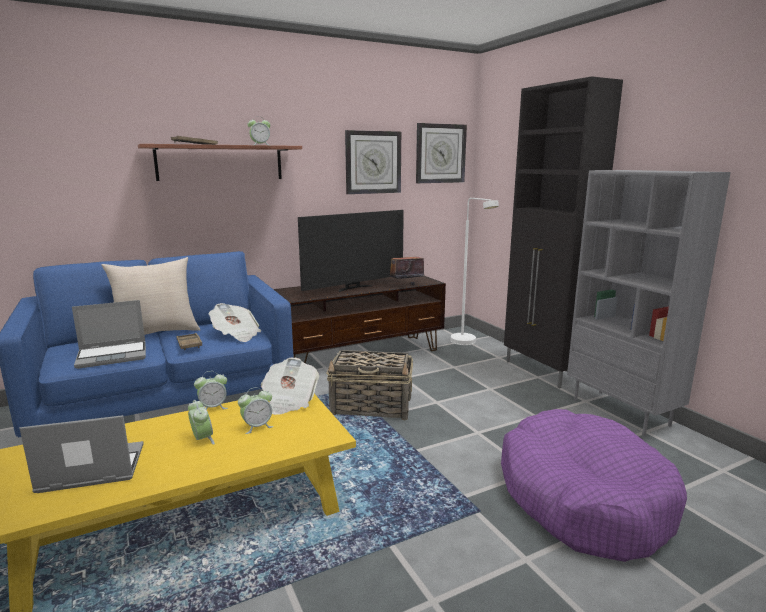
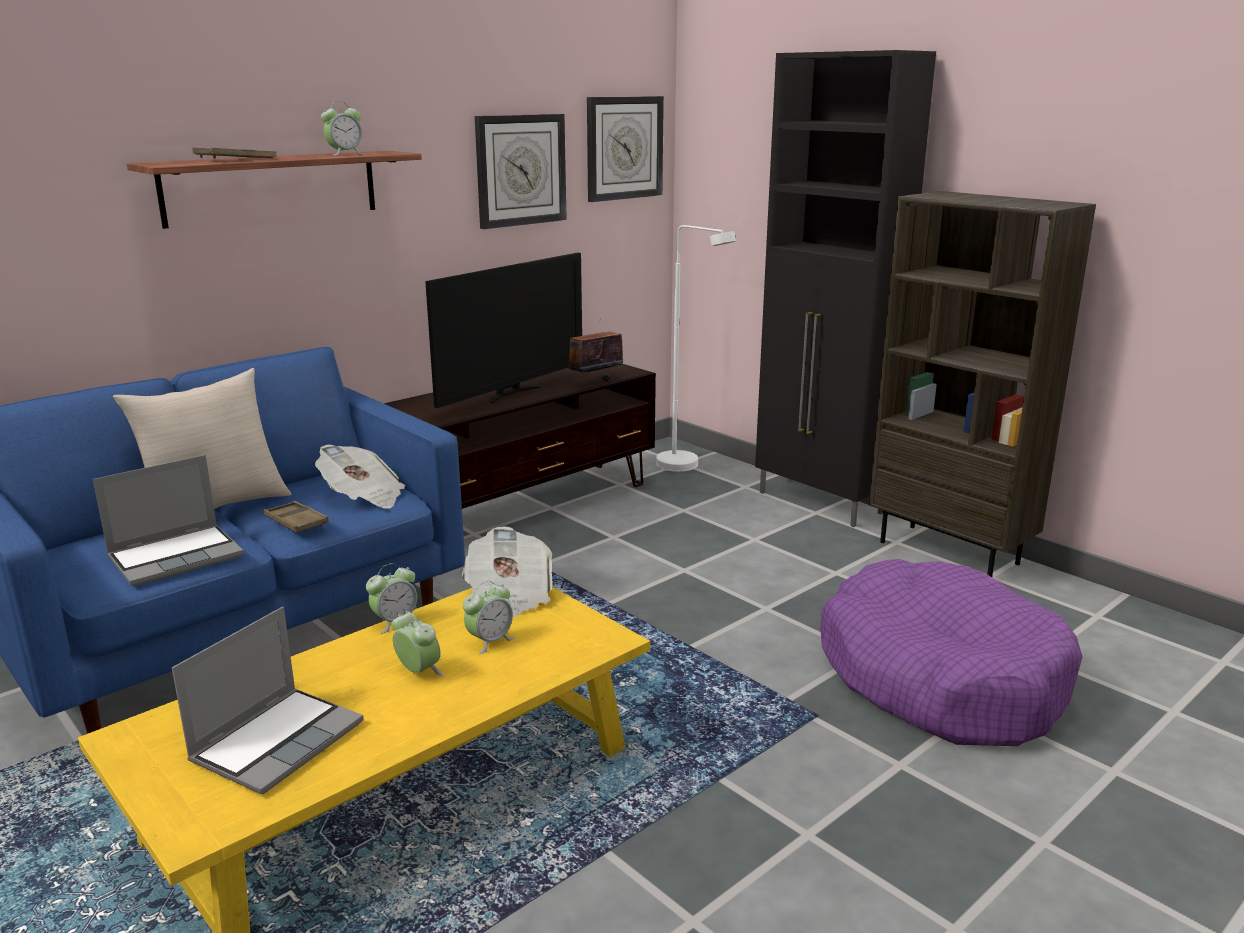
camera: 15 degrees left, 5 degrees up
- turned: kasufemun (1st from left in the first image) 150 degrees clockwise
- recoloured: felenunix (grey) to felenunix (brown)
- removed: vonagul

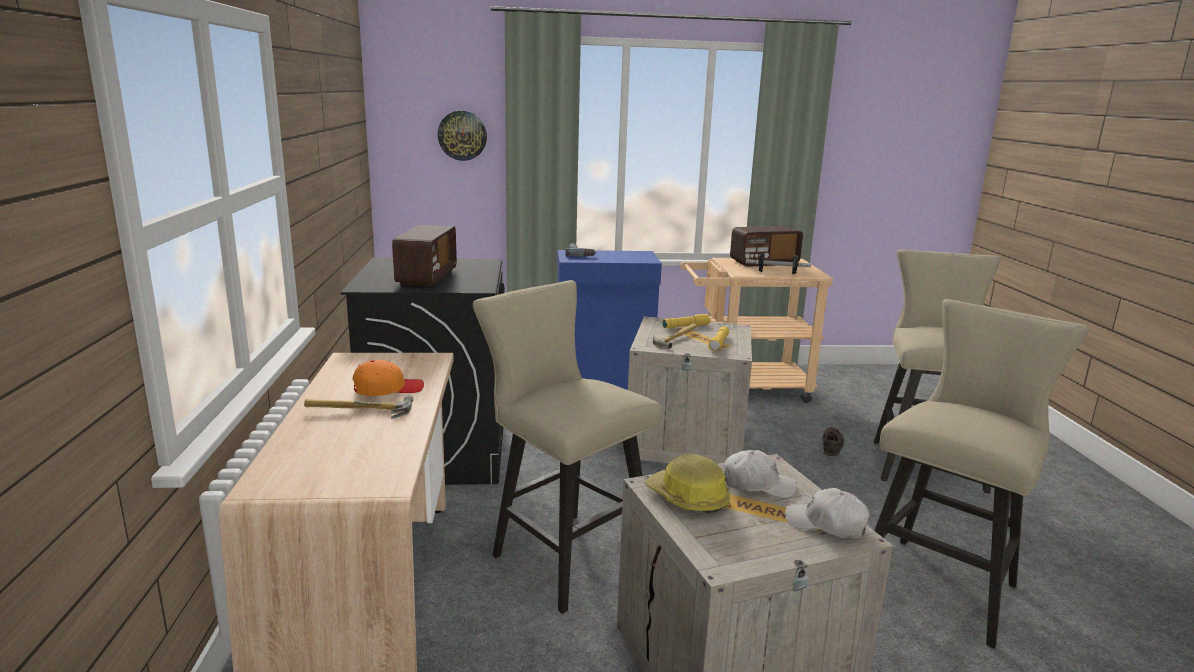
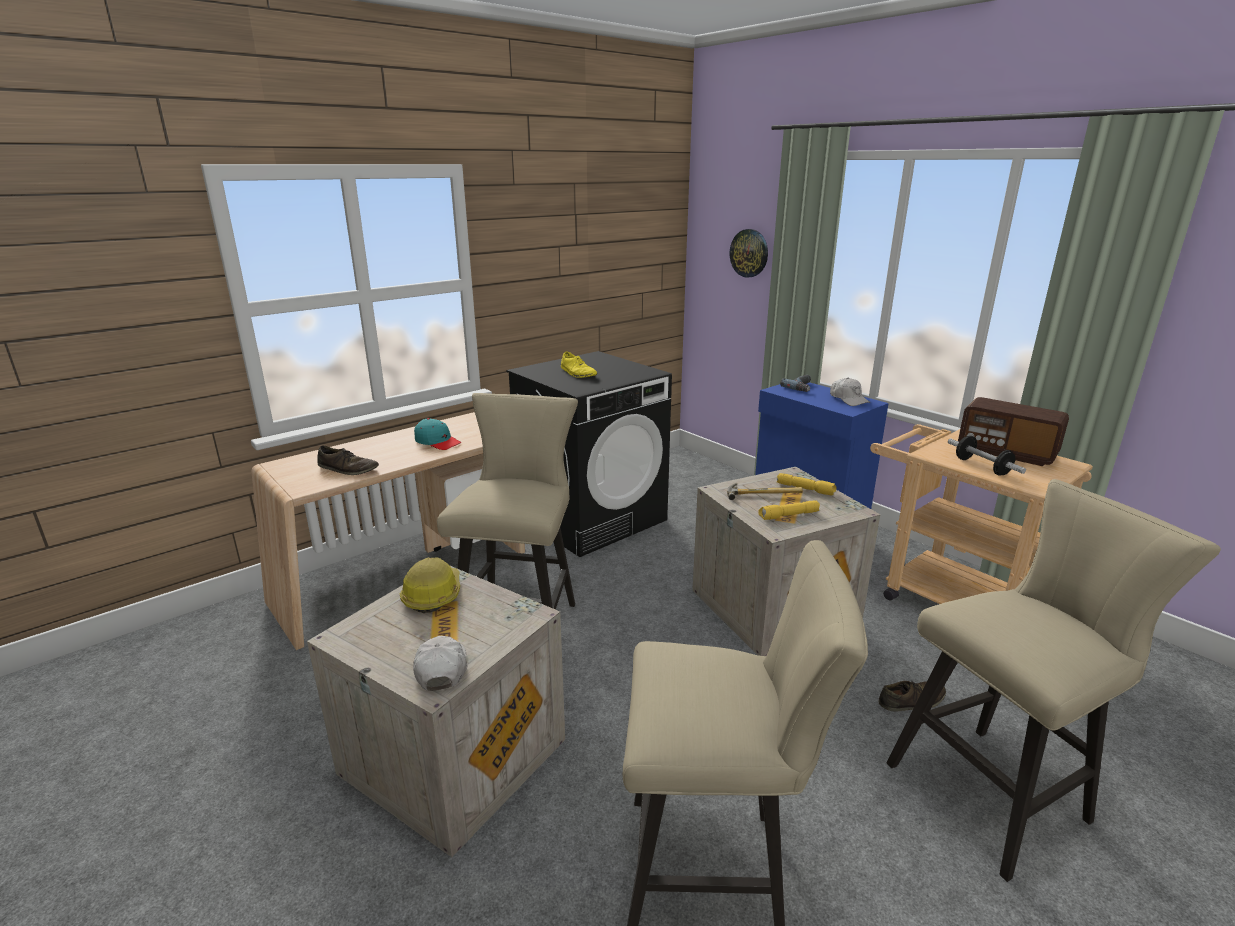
camera: 55 degrees right, 5 degrees up
- added: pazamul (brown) (1st from left)
- recoloured: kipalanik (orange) to kipalanik (turquoise)
- replaced: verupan (1st from left) to pazamul (yellow)
- moved: kipalanik (white) (1st from left in the first image) to kipalanik (white) (2nd from left)
- removed: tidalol (1st from left)

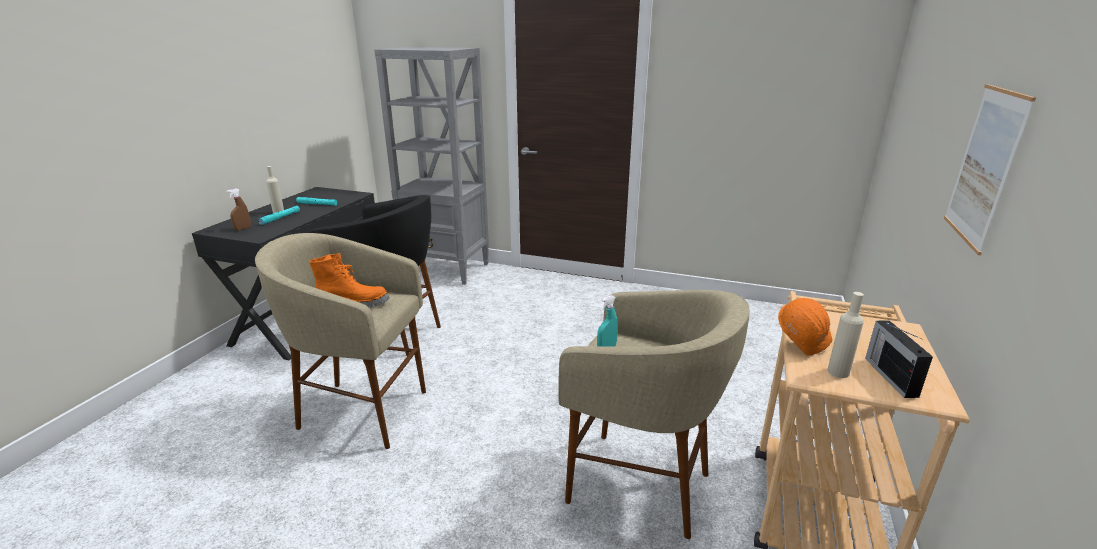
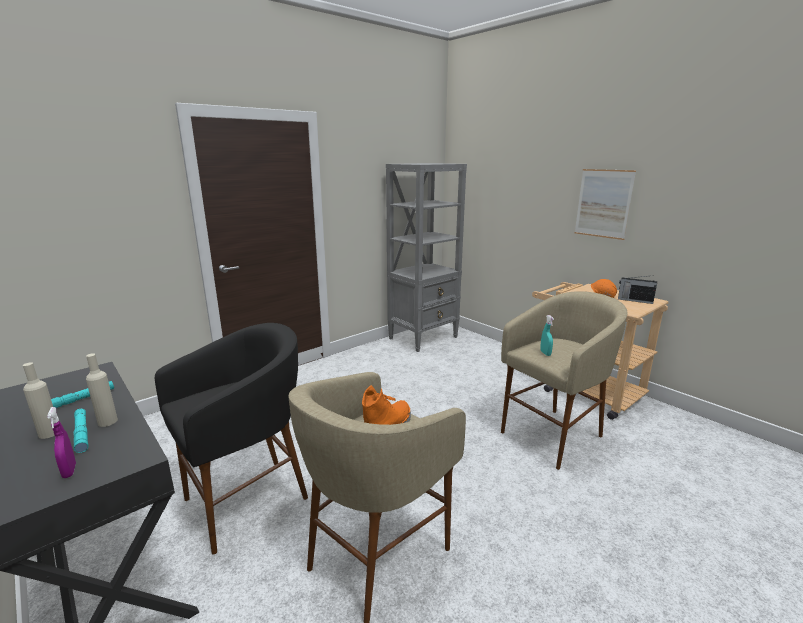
camera: 60 degrees left, 5 degrees down
- recoloured: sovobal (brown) to sovobal (purple)
- moved: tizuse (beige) (2nd from left)
- moved: felenunix (grey)

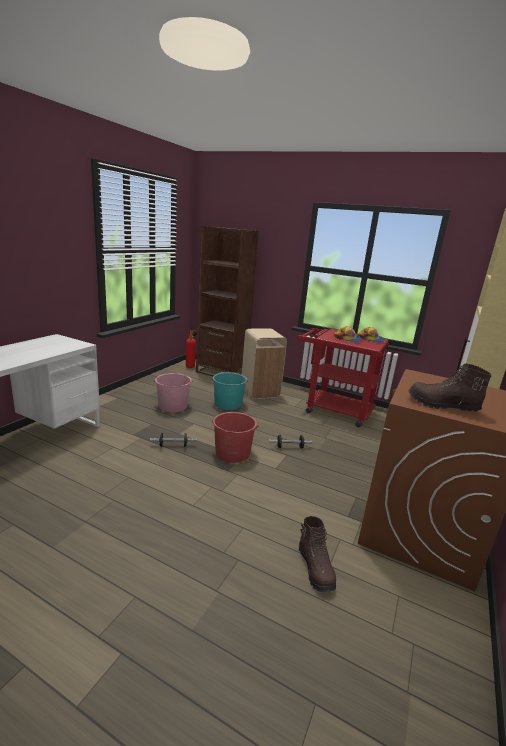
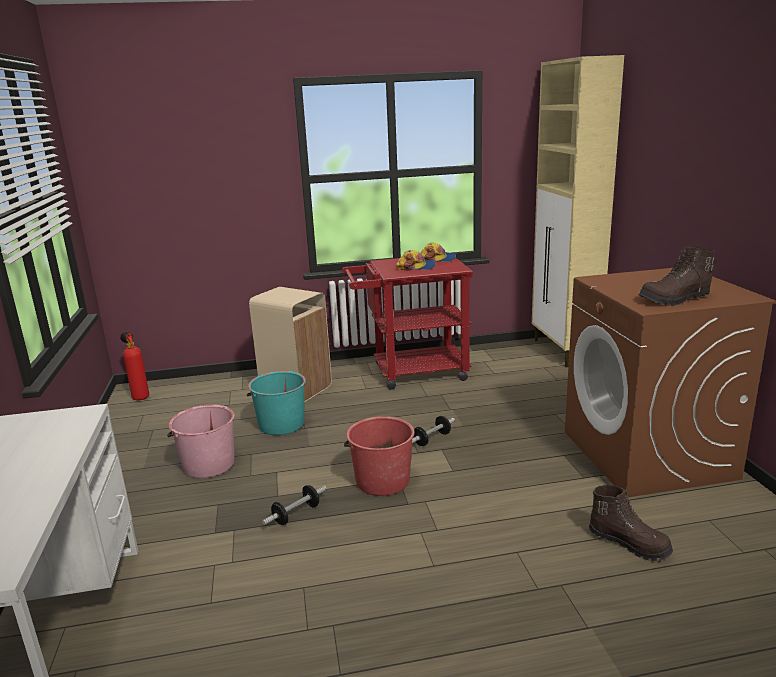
camera: 35 degrees left, 0 degrees up
- removed: felenunix (brown)

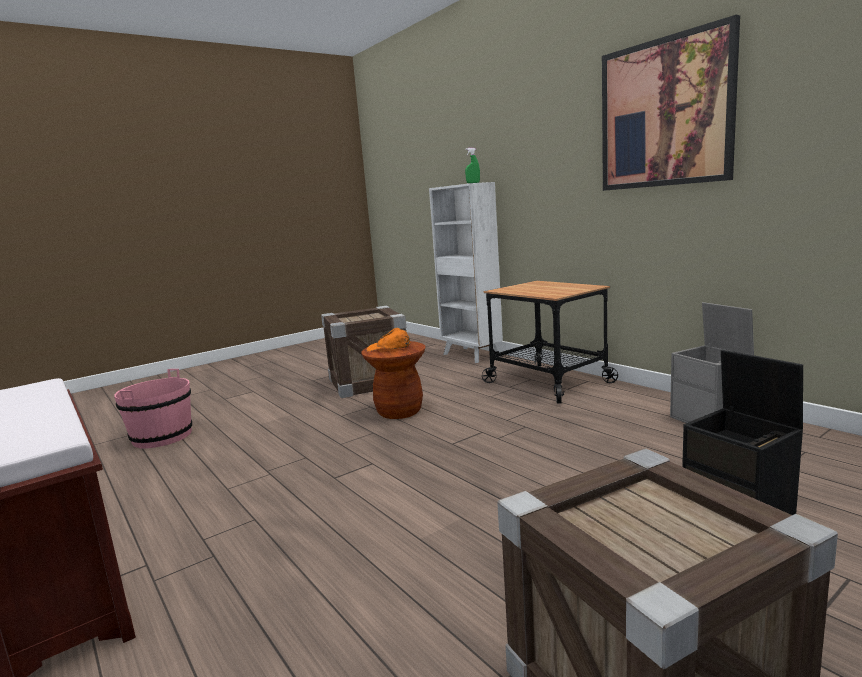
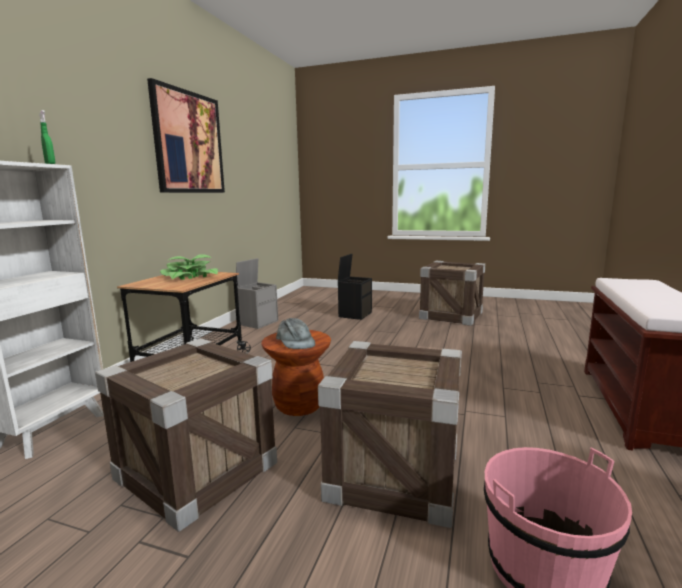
camera: 125 degrees left, 0 degrees up
- added: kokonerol
- recoloured: kipalanik (orange) to kipalanik (grey)
- added: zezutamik (2nd from left)

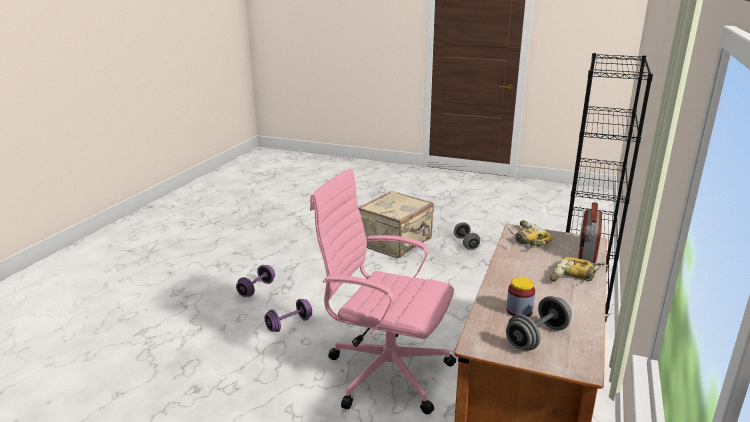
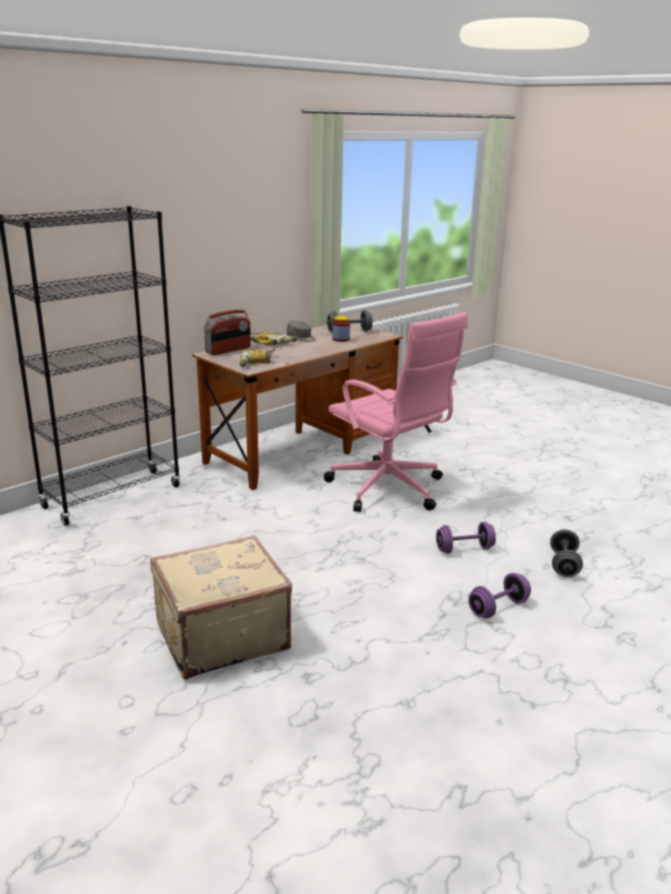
camera: 155 degrees left, 0 degrees up
- added: kipalanik (grey)
- moved: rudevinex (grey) (1st from left in the first image) to rudevinex (grey) (2nd from left)

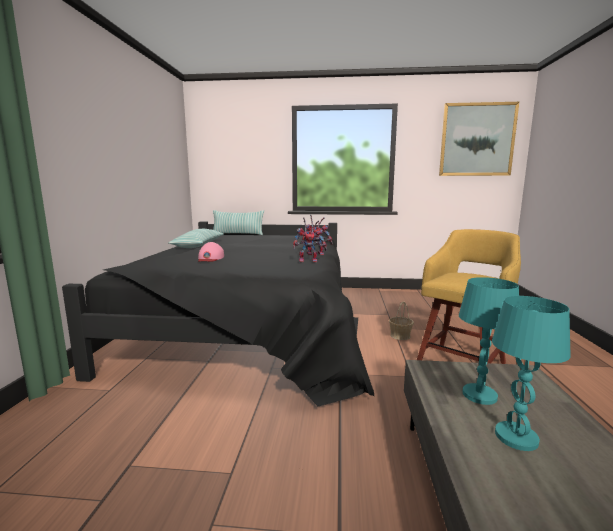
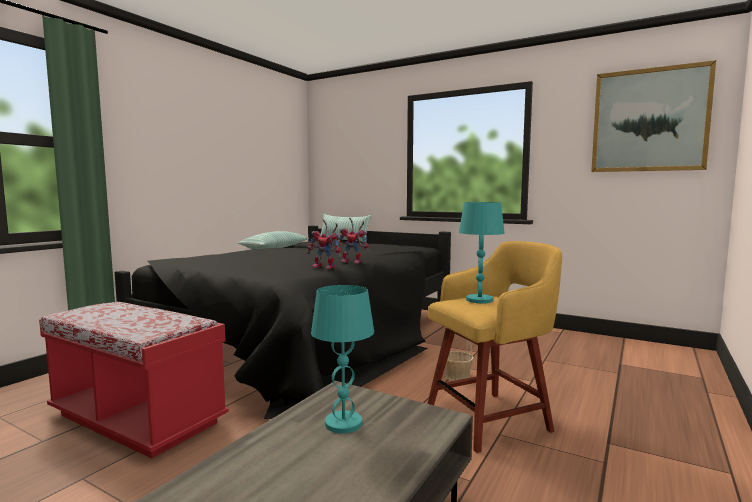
camera: 25 degrees right, 5 degrees down
- added: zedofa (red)
- moved: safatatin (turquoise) (2nd from left)
- removed: kipalanik (pink)

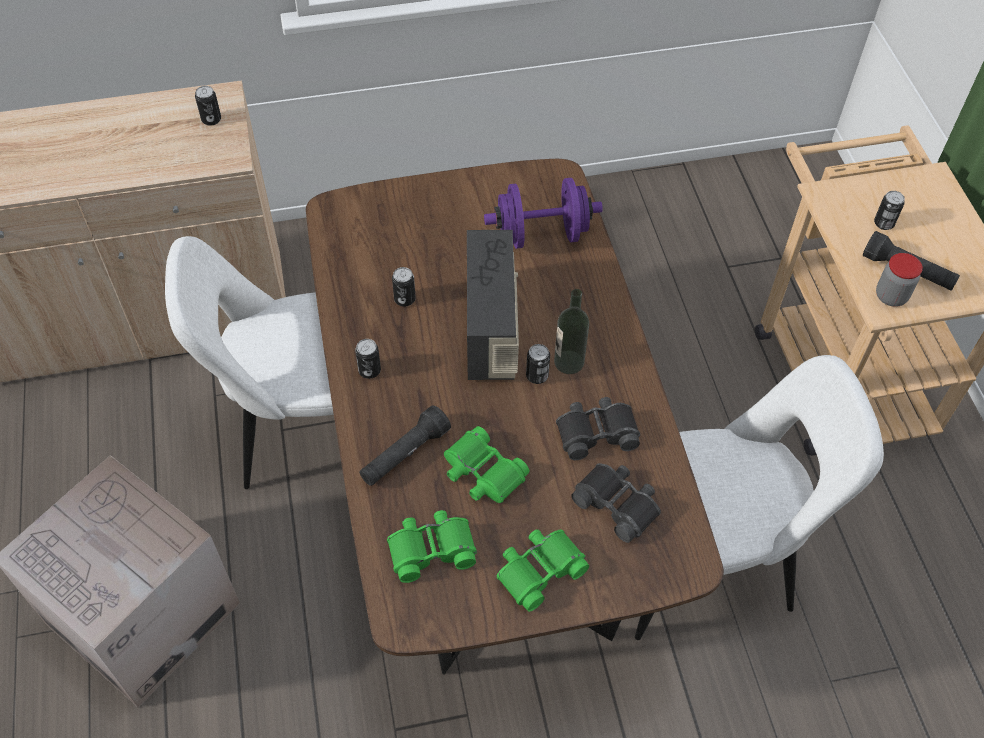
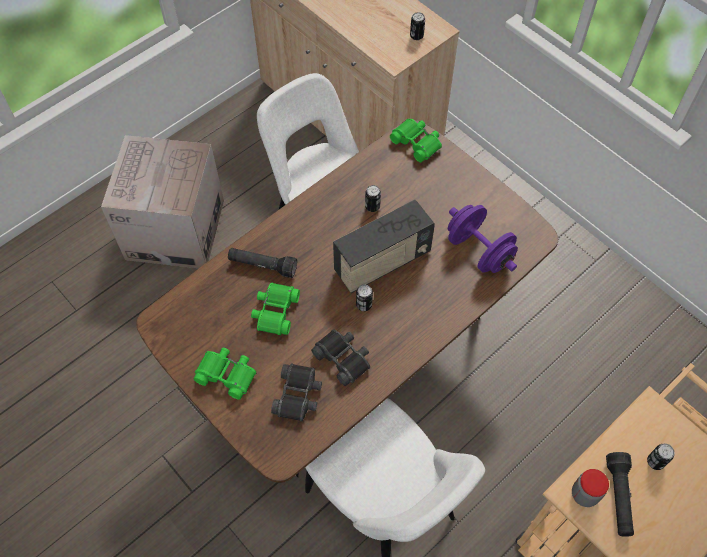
camera: 60 degrees right, 5 degrees up
- moved: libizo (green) (1st from left in the first image) to libizo (green) (3rd from left)
- removed: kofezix (2nd from left)
- removed: tizuse

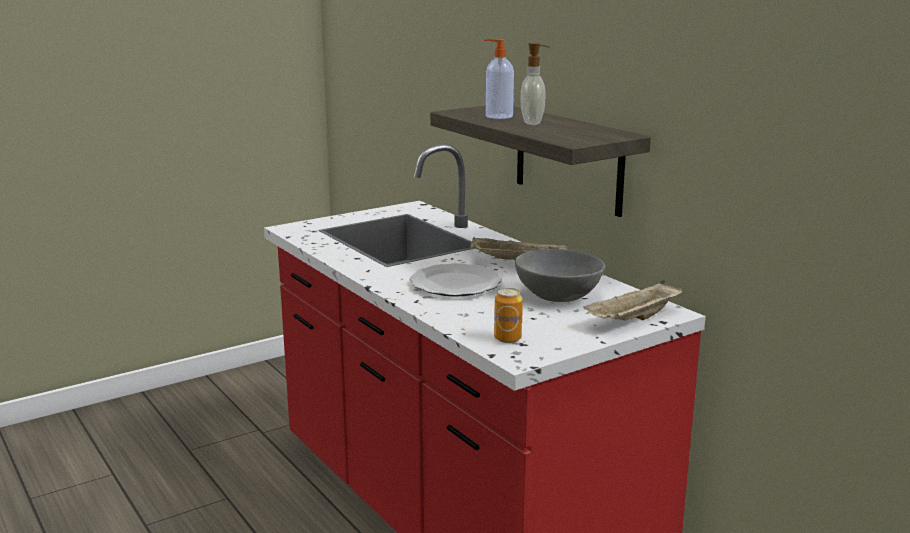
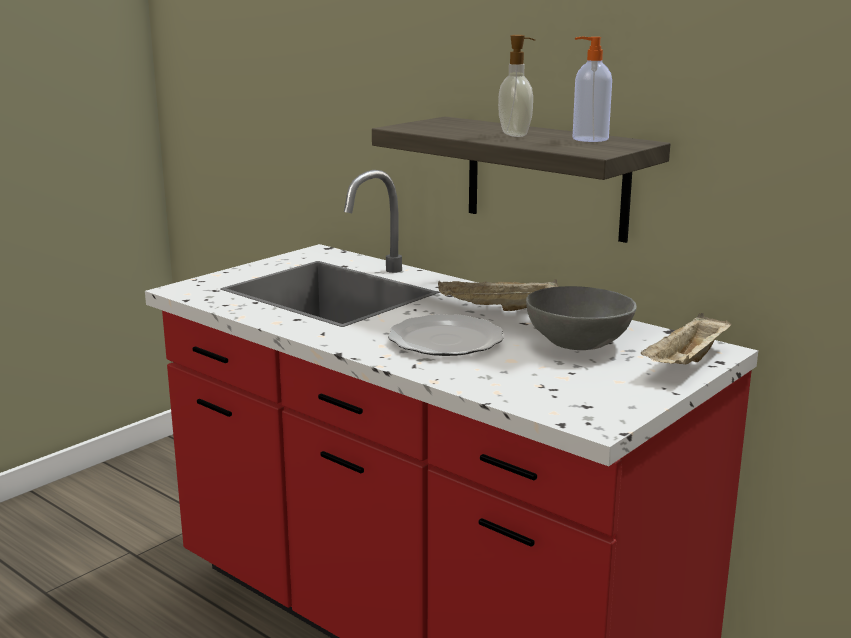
camera: 15 degrees left, 0 degrees up
- moved: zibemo (1st from left in the first image) to zibemo (2nd from left)
- removed: kofezix

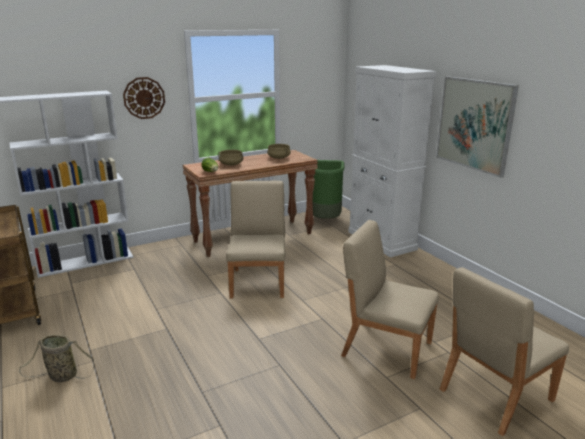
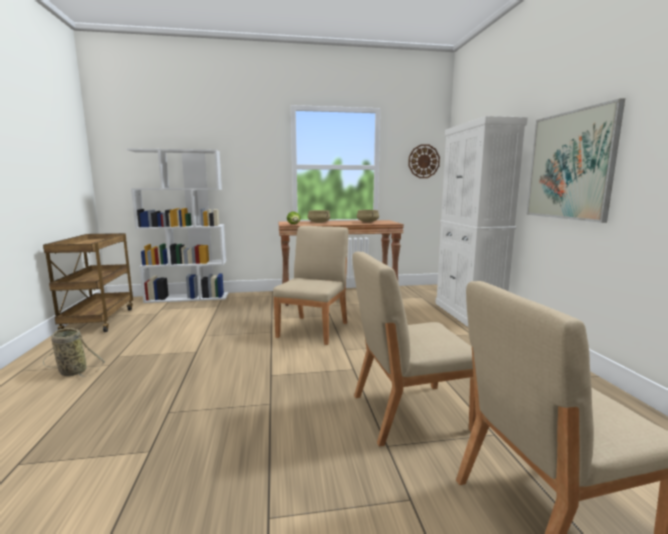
camera: 20 degrees right, 10 degrees down
- turned: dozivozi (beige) (2nd from left) 60 degrees counterclockwise
- moved: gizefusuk
- removed: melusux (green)

